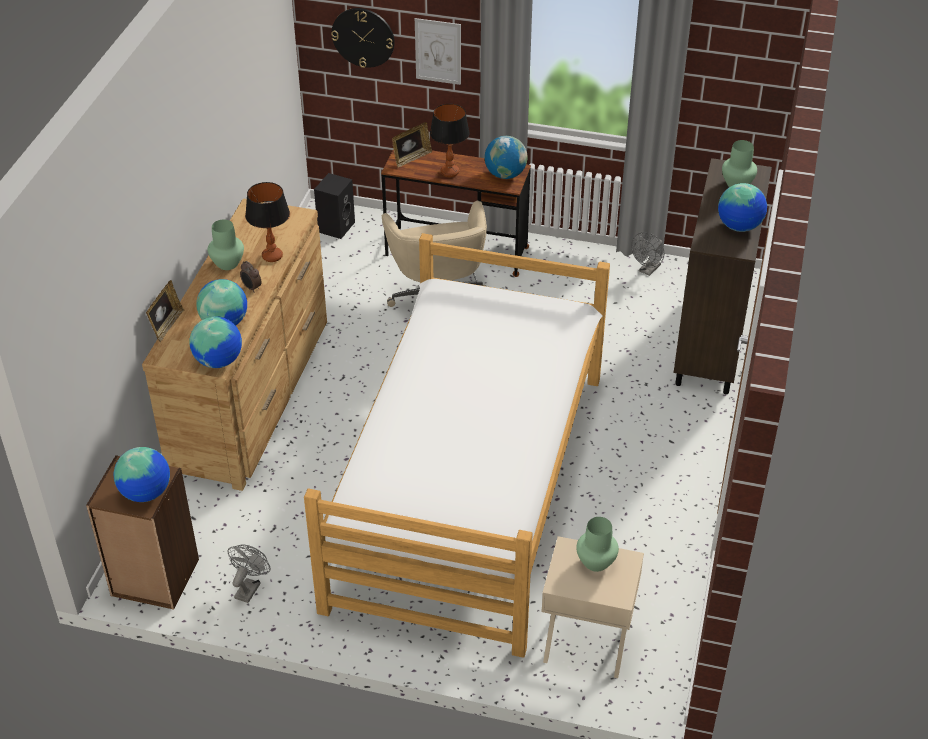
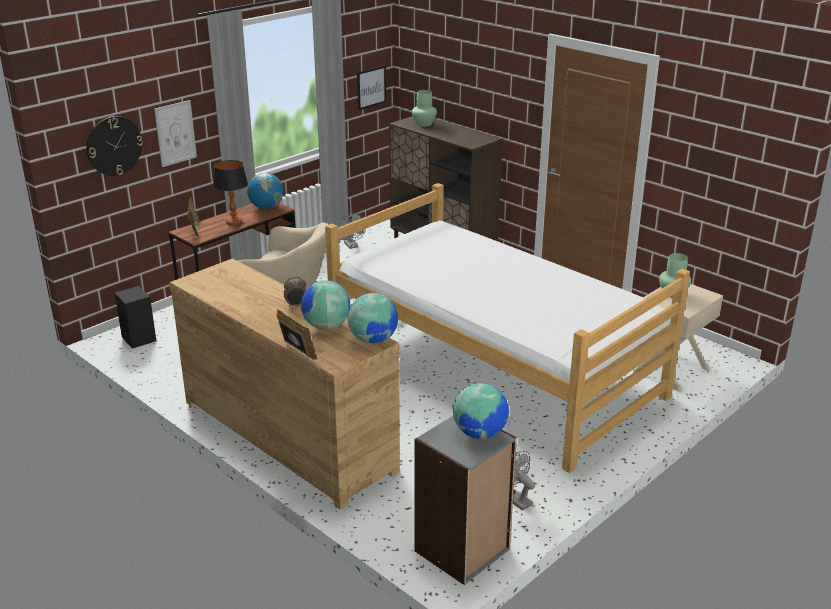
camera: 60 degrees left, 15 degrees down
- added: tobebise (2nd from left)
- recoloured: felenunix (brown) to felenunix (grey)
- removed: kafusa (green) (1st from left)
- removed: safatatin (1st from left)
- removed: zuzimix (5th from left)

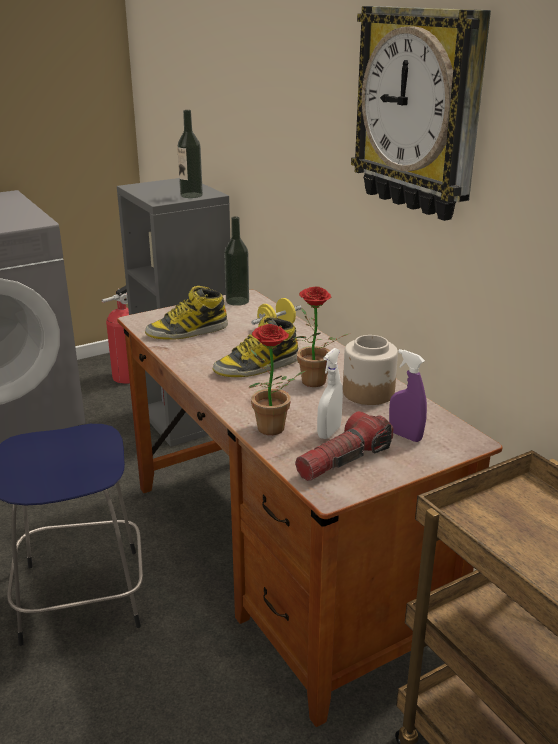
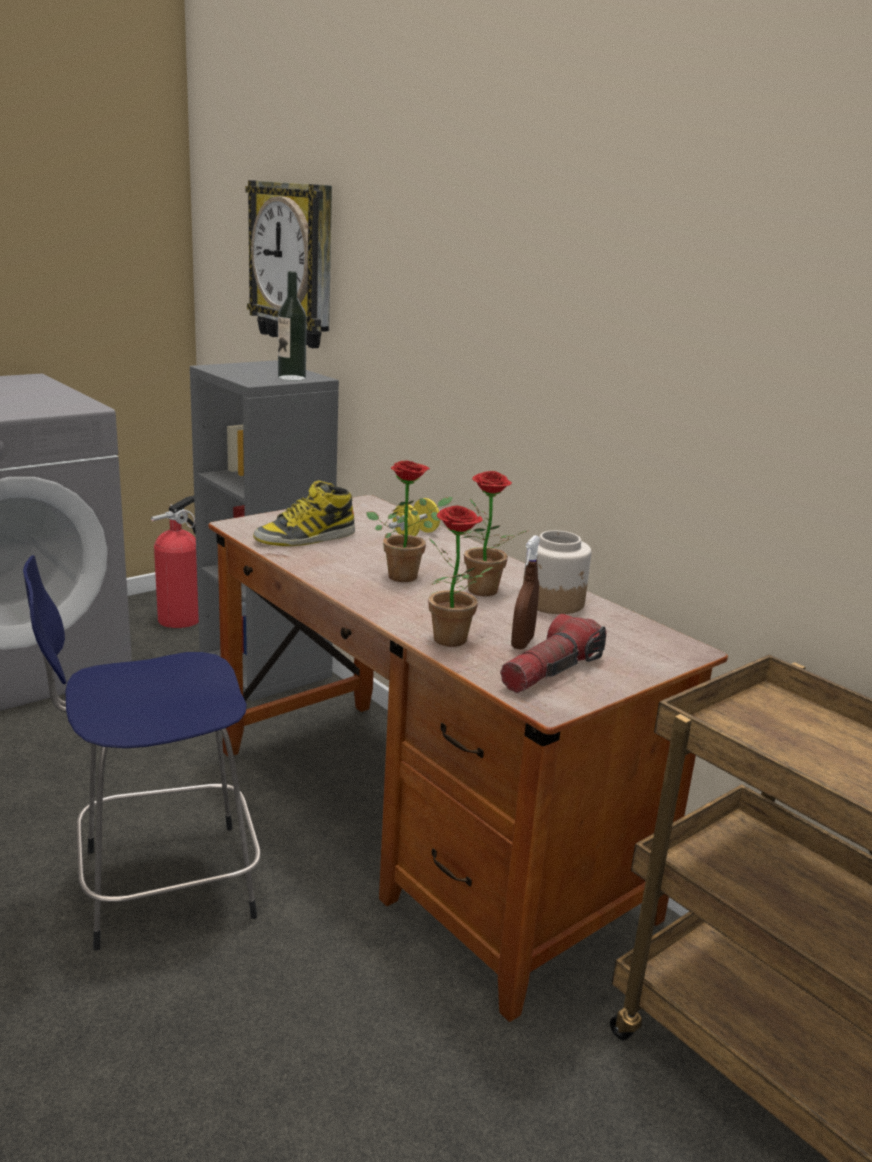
camera: 10 degrees left, 5 degrees down
- moved: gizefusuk
- replaced: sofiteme (2nd from left) to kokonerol (1st from left)
- recoloured: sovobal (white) to sovobal (brown)
- removed: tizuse (2nd from left)
- removed: sovobal (purple)

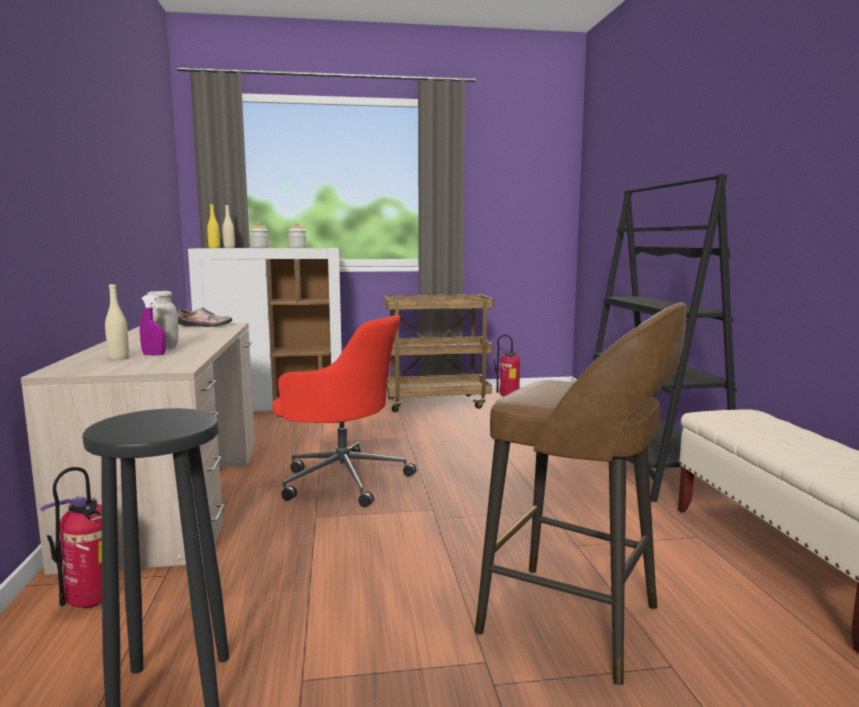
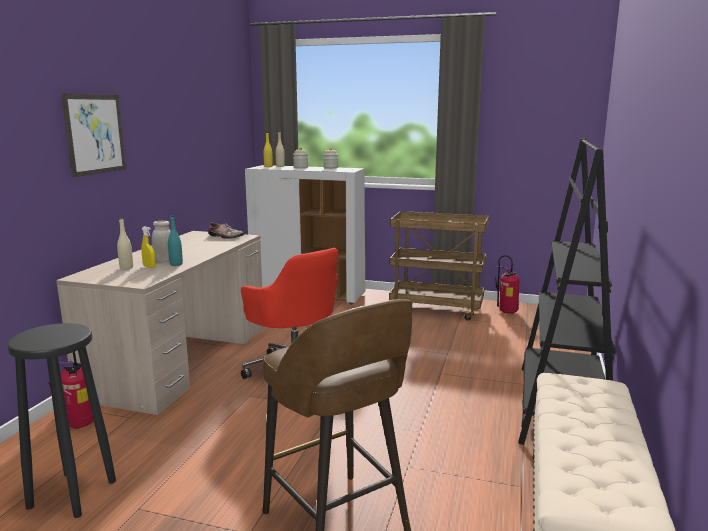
camera: 25 degrees right, 5 degrees up
- added: tobebise
- recoloured: sovobal (purple) to sovobal (yellow)
- added: tizuse (turquoise)

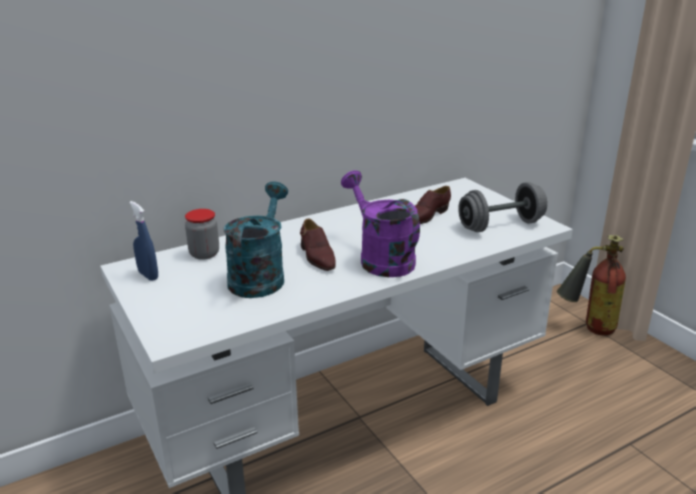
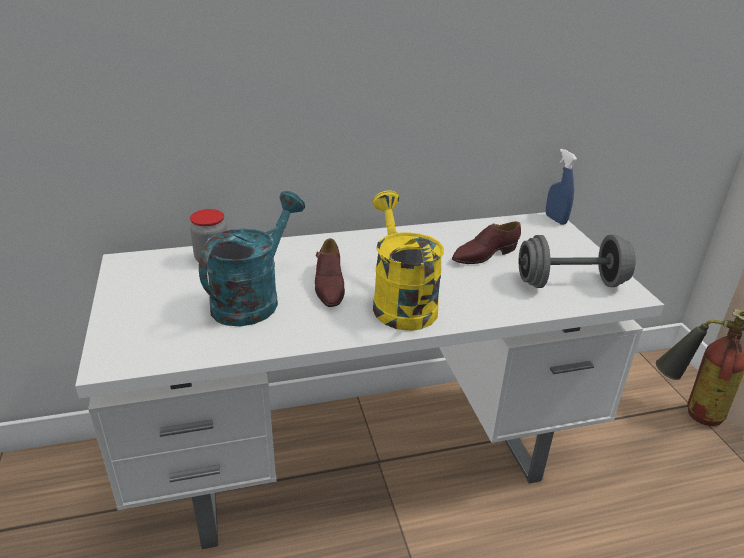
camera: 15 degrees right, 5 degrees up
- recoloured: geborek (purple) to geborek (yellow)
- moved: sovobal (blue)

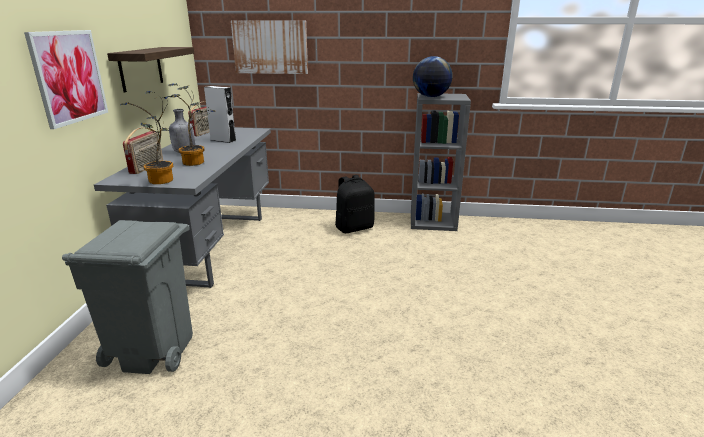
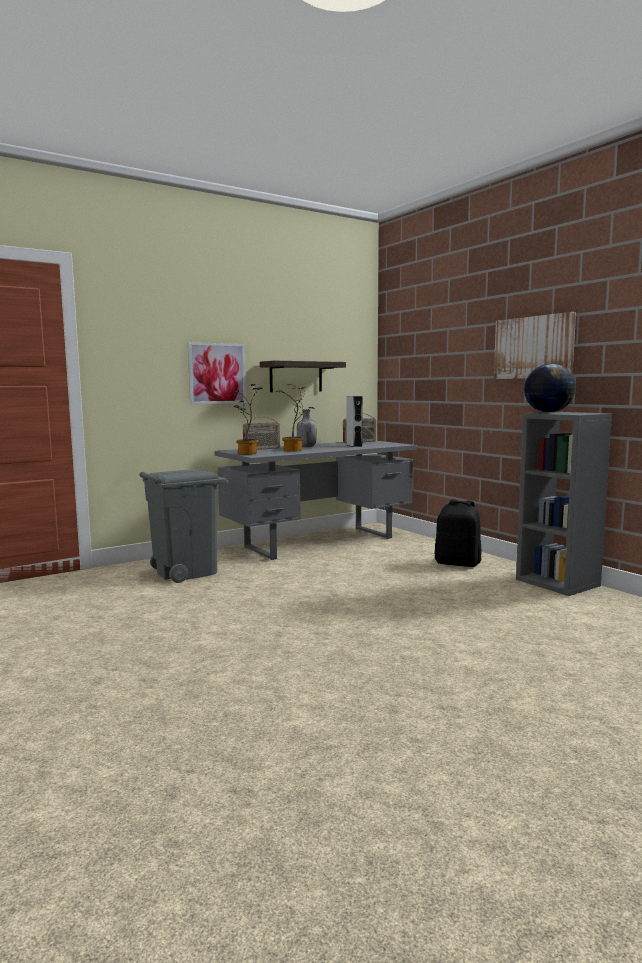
camera: 50 degrees right, 15 degrees down
- moved: tobebise (2nd from left)

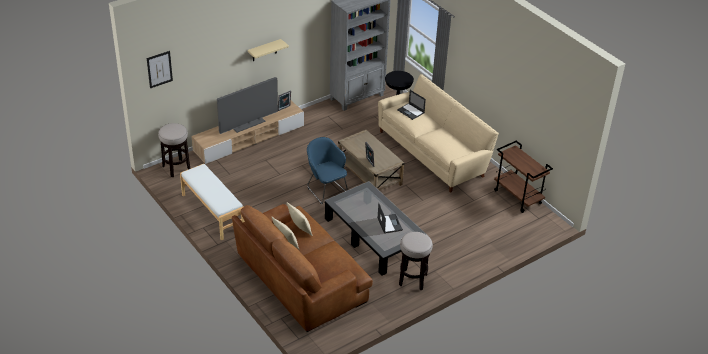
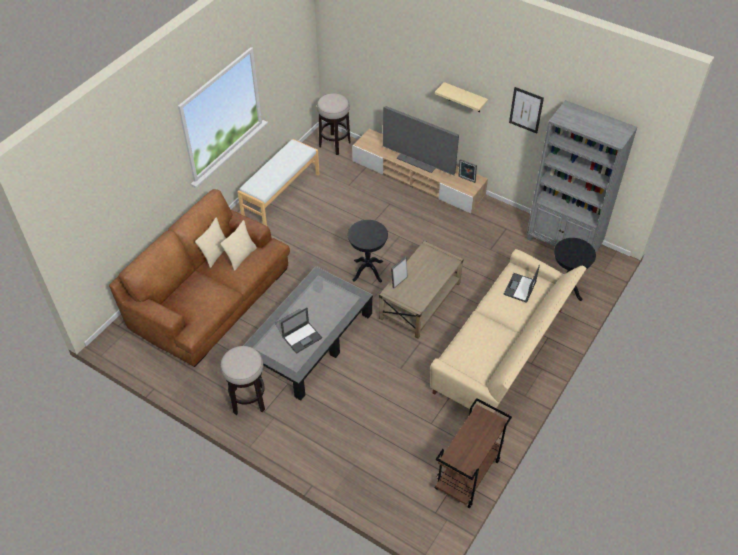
camera: 70 degrees right, 10 degrees up
- replaced: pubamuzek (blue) to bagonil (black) (1st from left)
- moved: tobebise

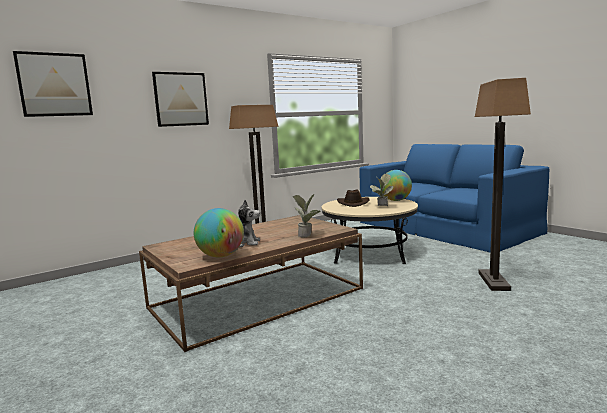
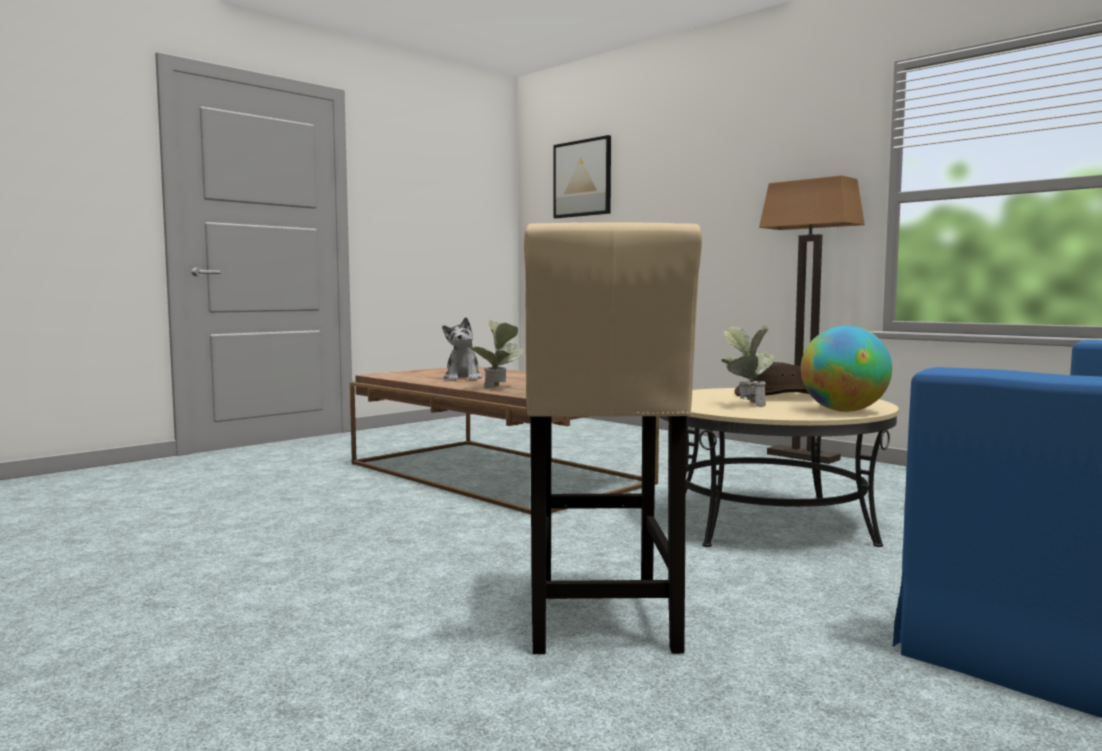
camera: 80 degrees right, 5 degrees down
- replaced: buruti (2nd from left) to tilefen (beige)
- removed: tobebise (2nd from left)
- removed: zuzimix (1st from left)

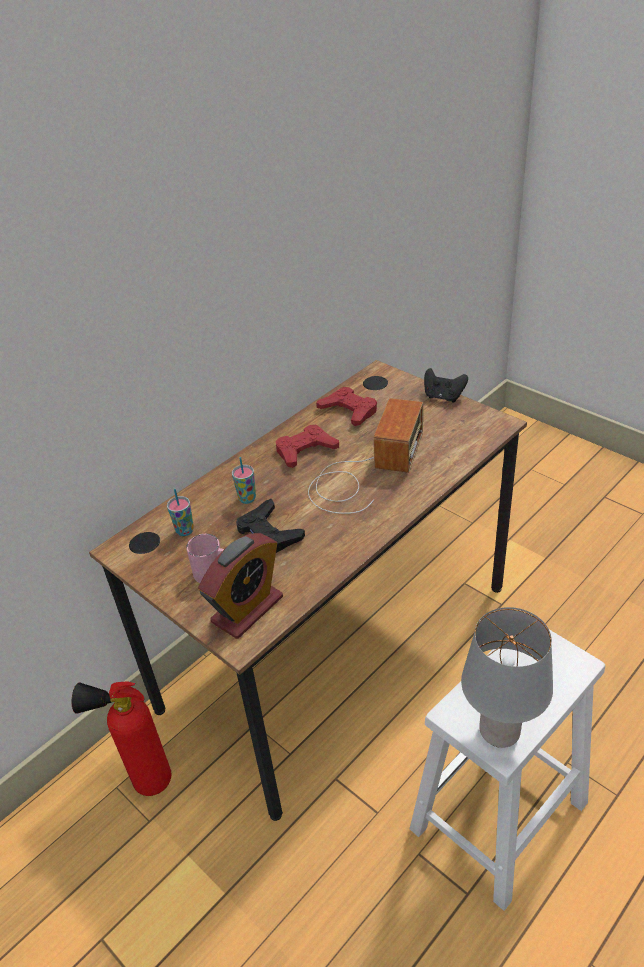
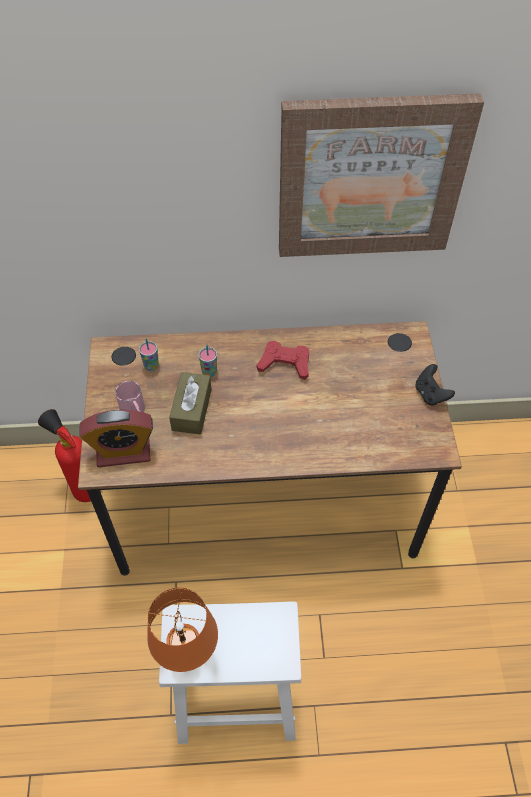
camera: 40 degrees right, 15 degrees up
- recoloured: safatatin (grey) to safatatin (orange)
- replaced: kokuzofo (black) (1st from left) to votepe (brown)
- added: tobebise
- removed: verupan
- removed: kokuzofo (red) (2nd from left)

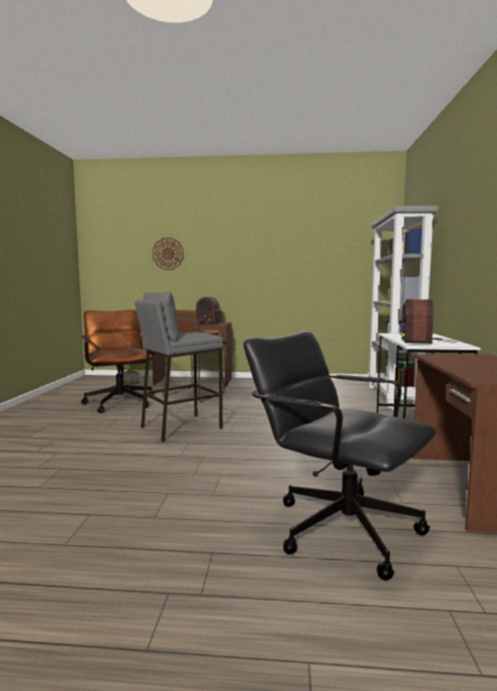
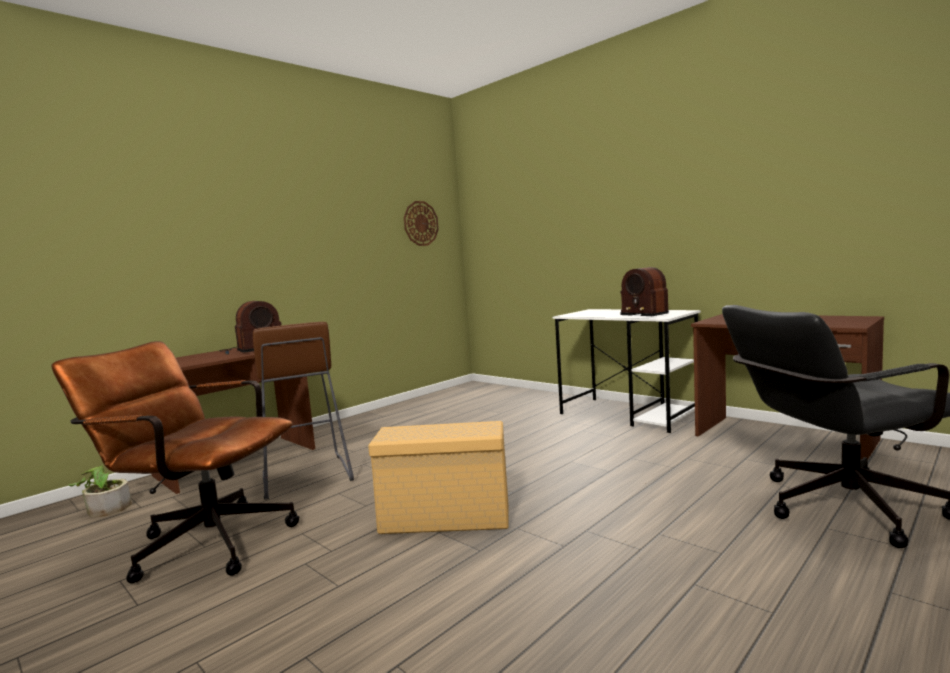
camera: 50 degrees left, 0 degrees up
- replaced: tilefen (grey) to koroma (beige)
- moved: gizefusuk
- removed: felenunix (grey)

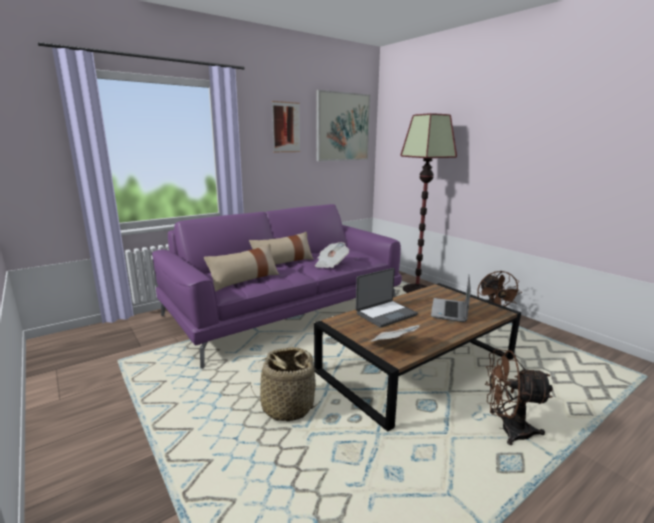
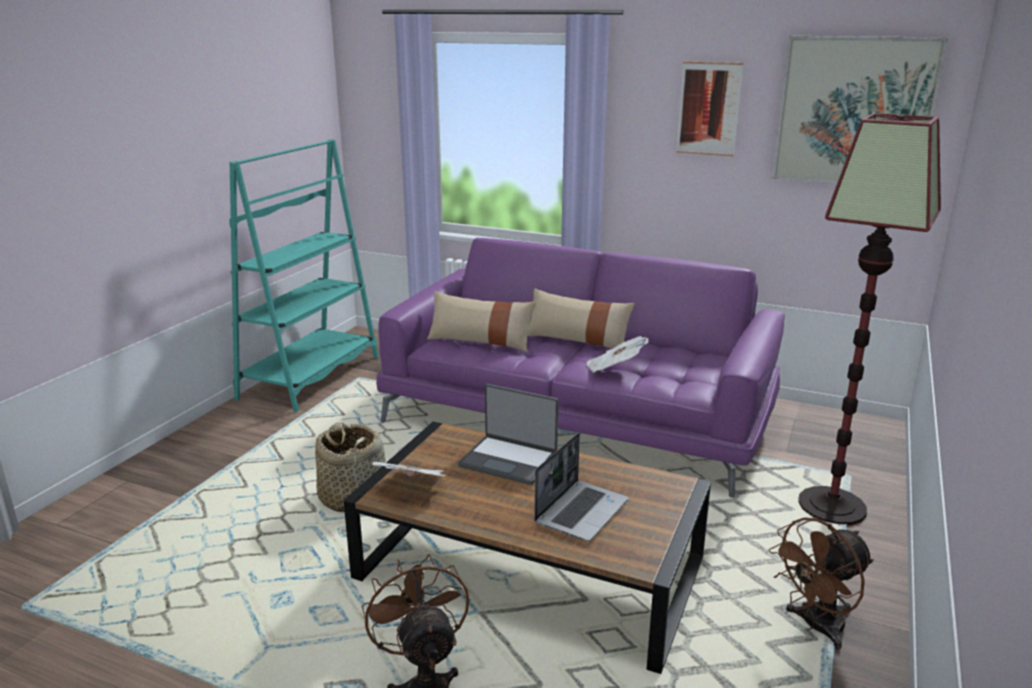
camera: 60 degrees right, 5 degrees up
- added: felenunix (turquoise)
- turned: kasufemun (2nd from left) 135 degrees clockwise

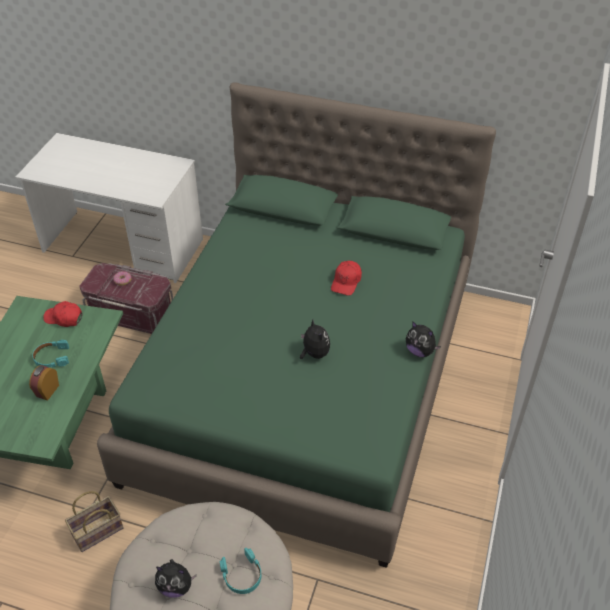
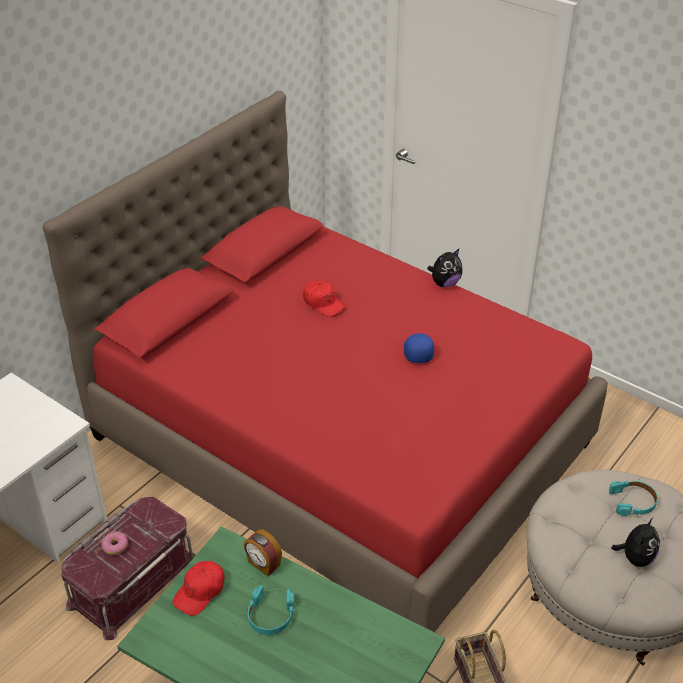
camera: 70 degrees left, 5 degrees down
- recoloured: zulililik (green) to zulililik (red)
- moved: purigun
- replaced: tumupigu (2nd from left) to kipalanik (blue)

